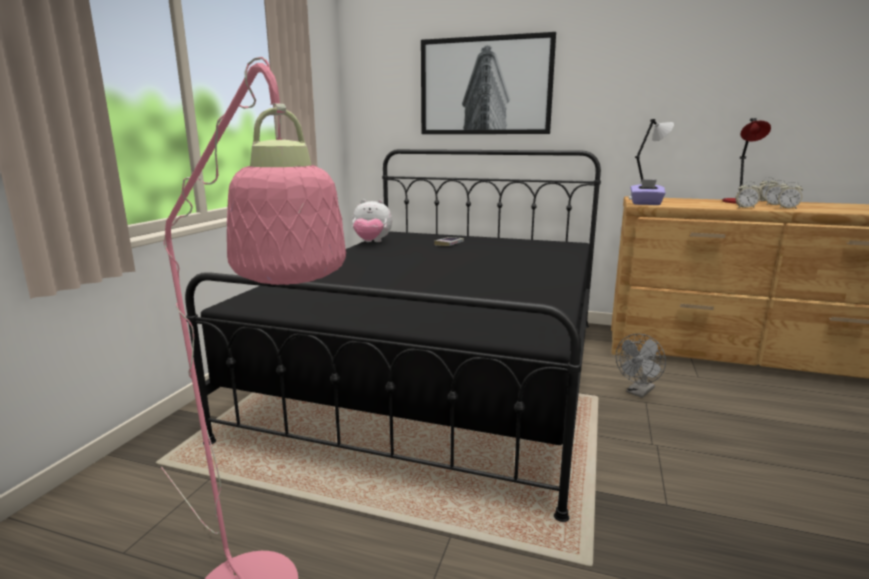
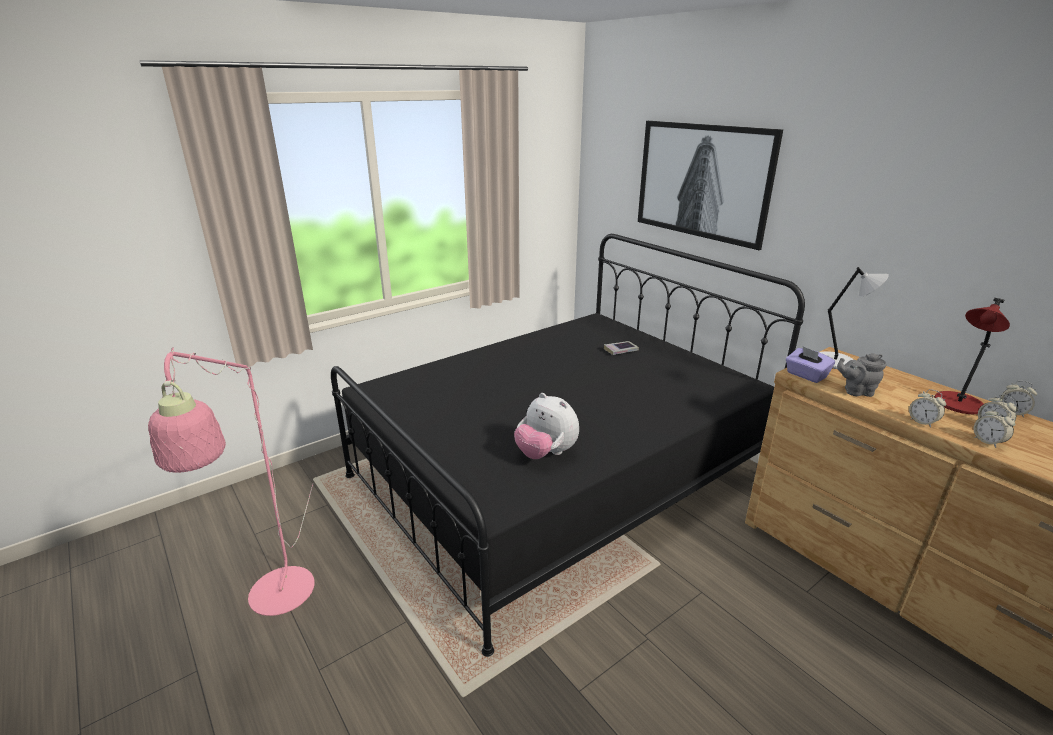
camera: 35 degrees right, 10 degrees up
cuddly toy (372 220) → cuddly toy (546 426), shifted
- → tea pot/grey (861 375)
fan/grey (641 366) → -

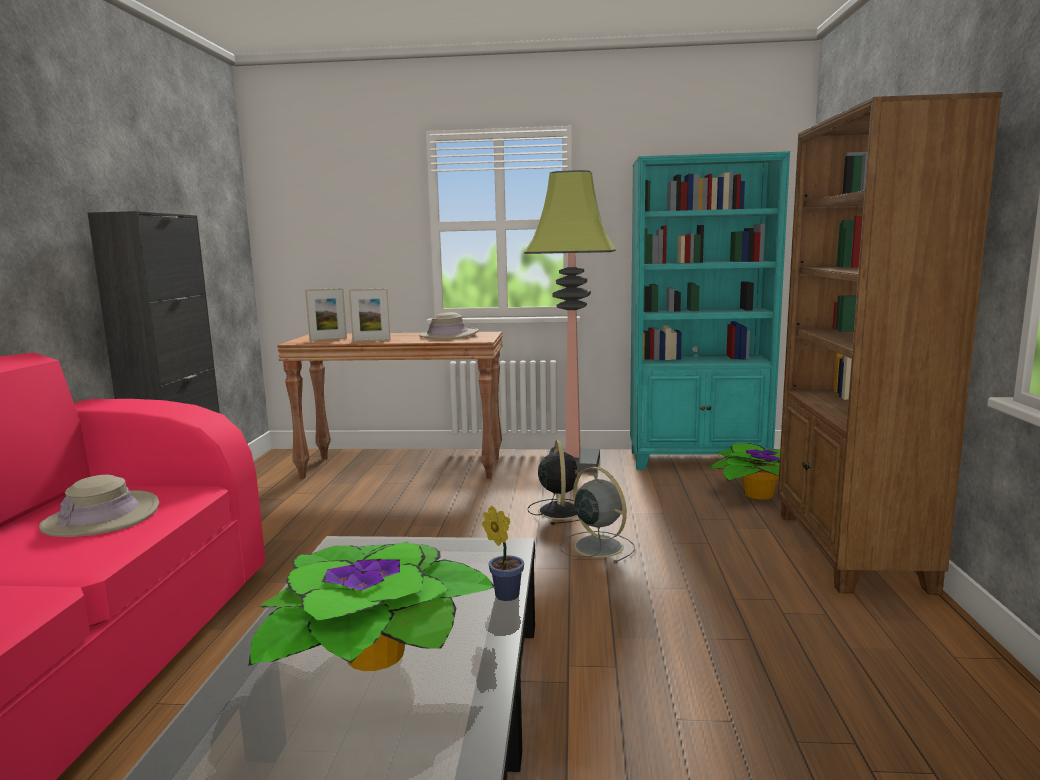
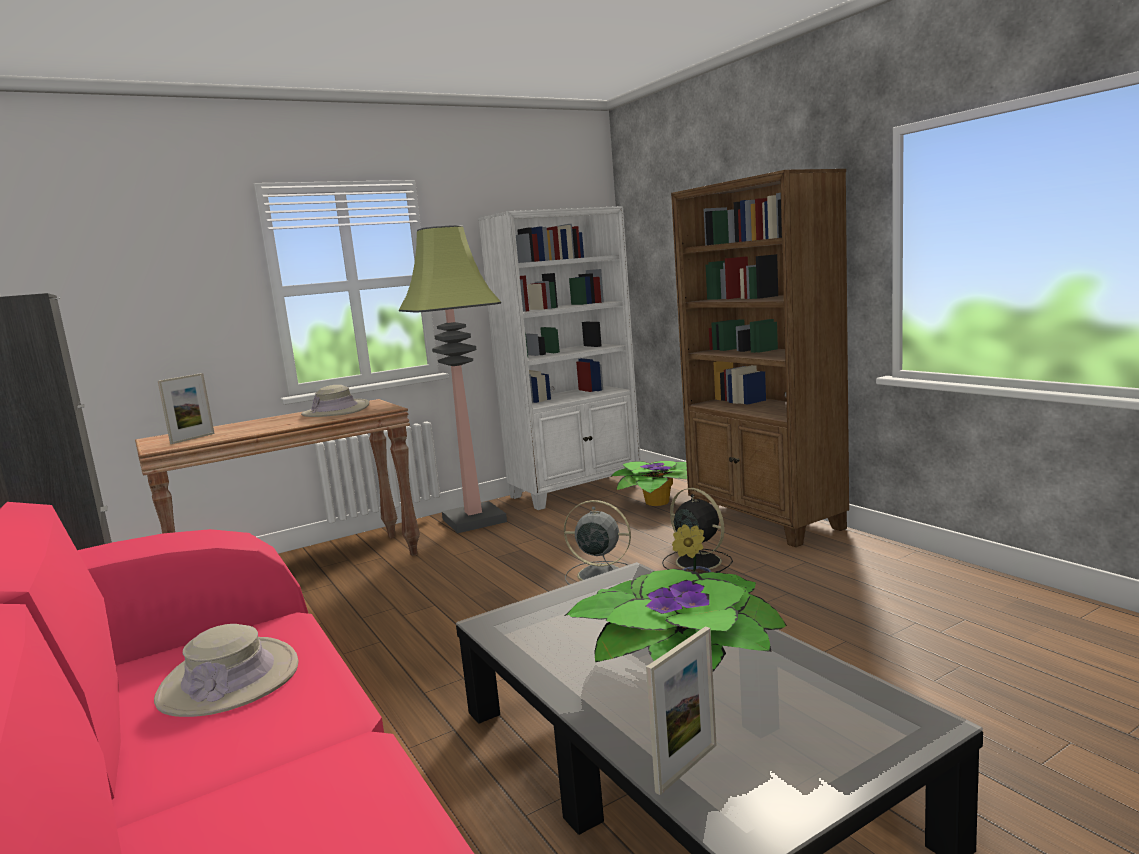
camera: 35 degrees left, 0 degrees up
bookcase/blue-green (710 310) → bookcase/whitish (559 358)
picture frame (370 315) → picture frame (681 710), shifted
fan/black-coloured (553 482) → fan/black-coloured (697 530), shifted

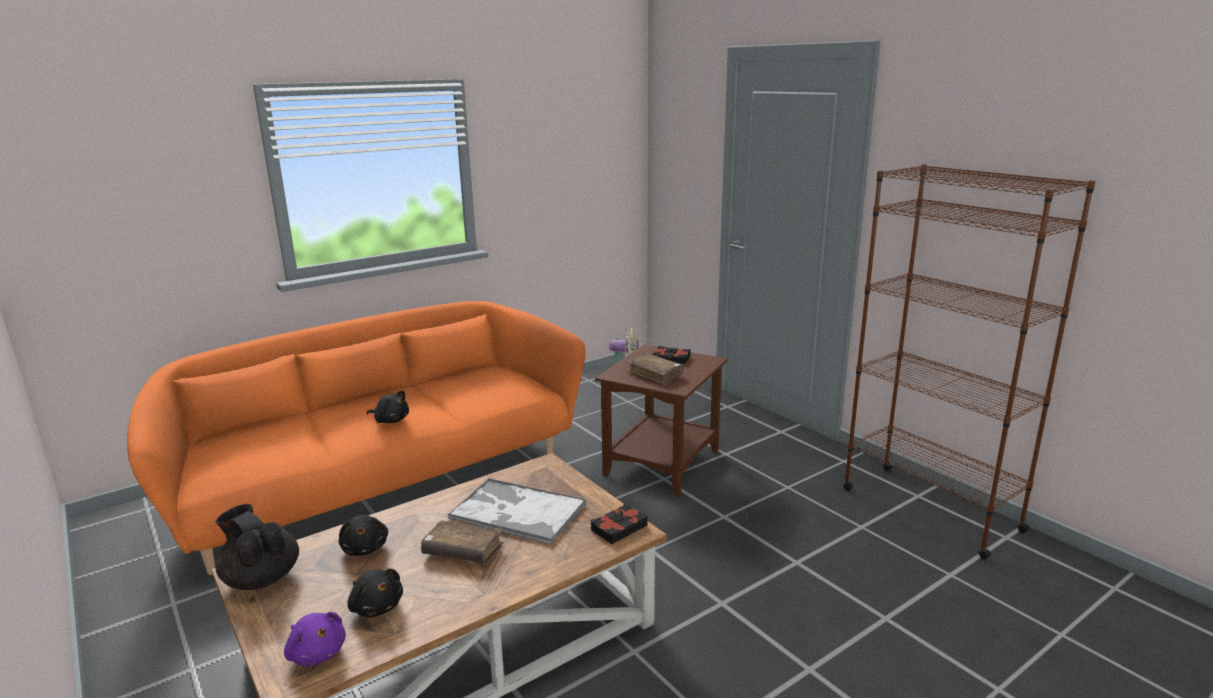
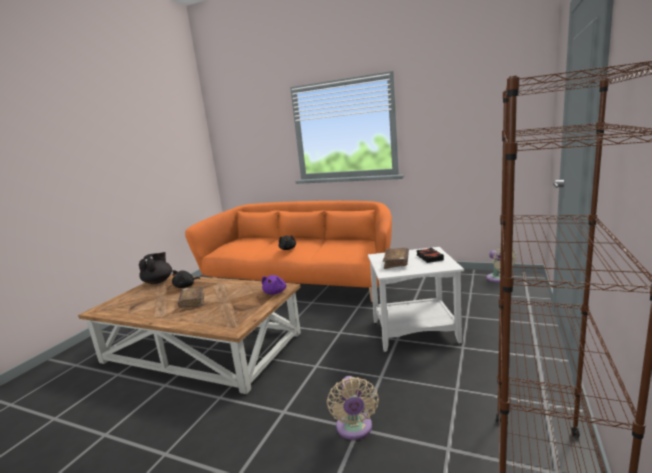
camera: 60 degrees right, 5 degrees down
cuddly toy/purplish (315 639) → cuddly toy/purplish (274 285), shifted
- → fan/sand-coloured (353 408)
side table/brown (661 420) → side table/whitish (416 299)
cuddly toy/black-coloured (375 592) → -
tray (516 511) → -
volume/black-coloured (619 523) → -

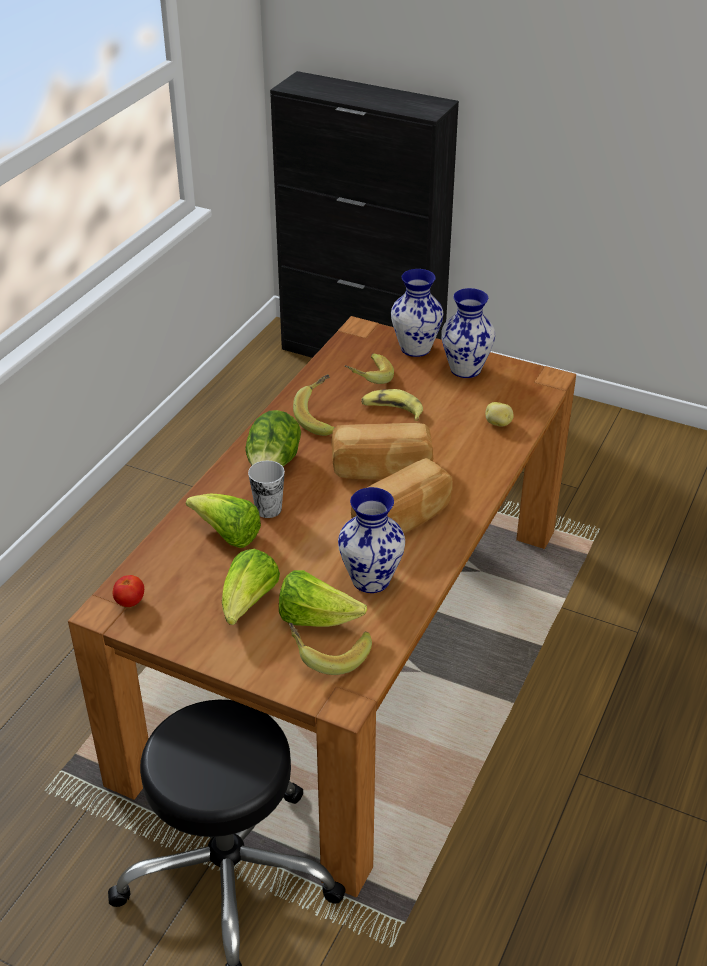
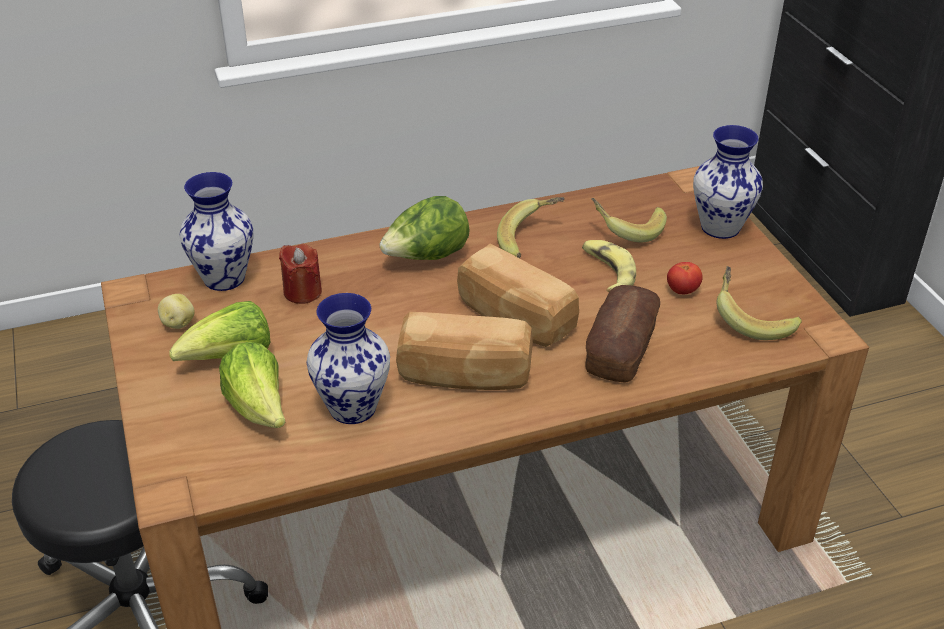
camera: 45 degrees right, 0 degrees up
spud (499 414) → spud (176 311), shifted
flower vase (468 333) → flower vase (216 231), shifted
lettuce (223 521) → candle/red-coloured (300 274)
- → baked bread (623 334)
fresh tomato (128 591) → fresh tomato (685 278), shifted
banana fruit (330 649) → banana fruit (759 303), shifted
drinking cup (266 489) → -

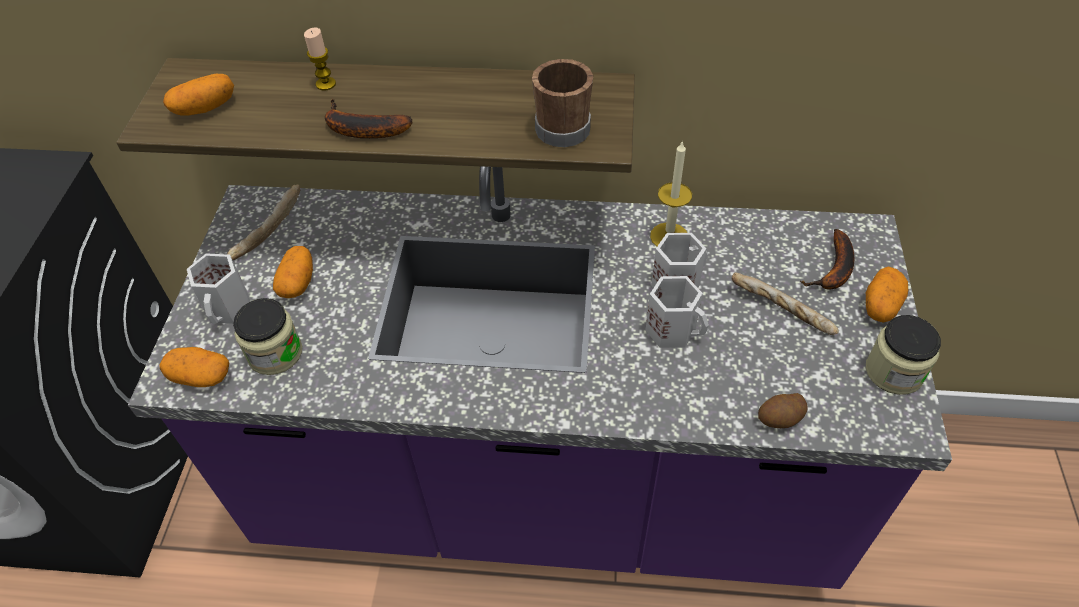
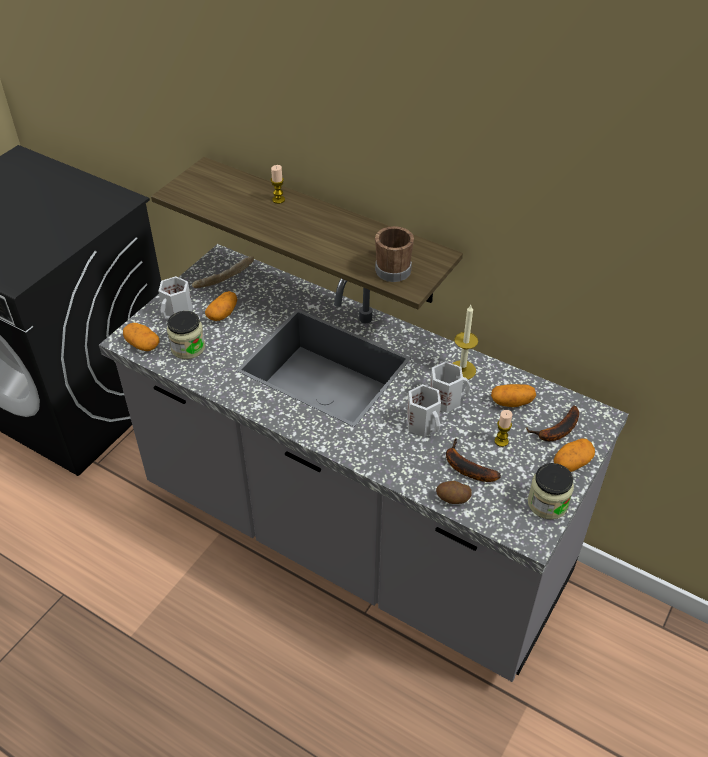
camera: 25 degrees right, 5 degrees down
kitchen counter/purplish (540 377) → kitchen counter/grey (363 463)
banana fruit (369 118) → banana fruit (473 460), shifted
spud (198 95) → spud (513 395), shifted
baked bread (785 304) → candle (503 428)

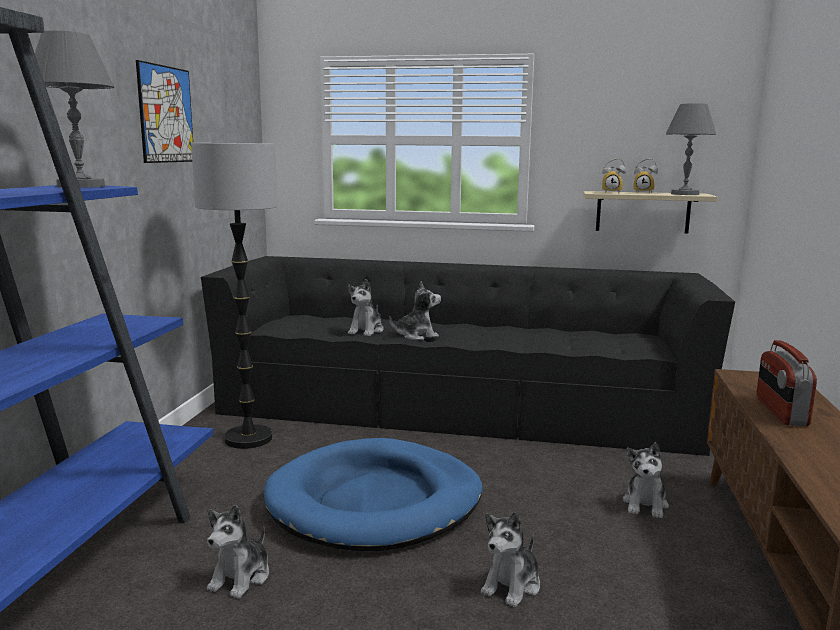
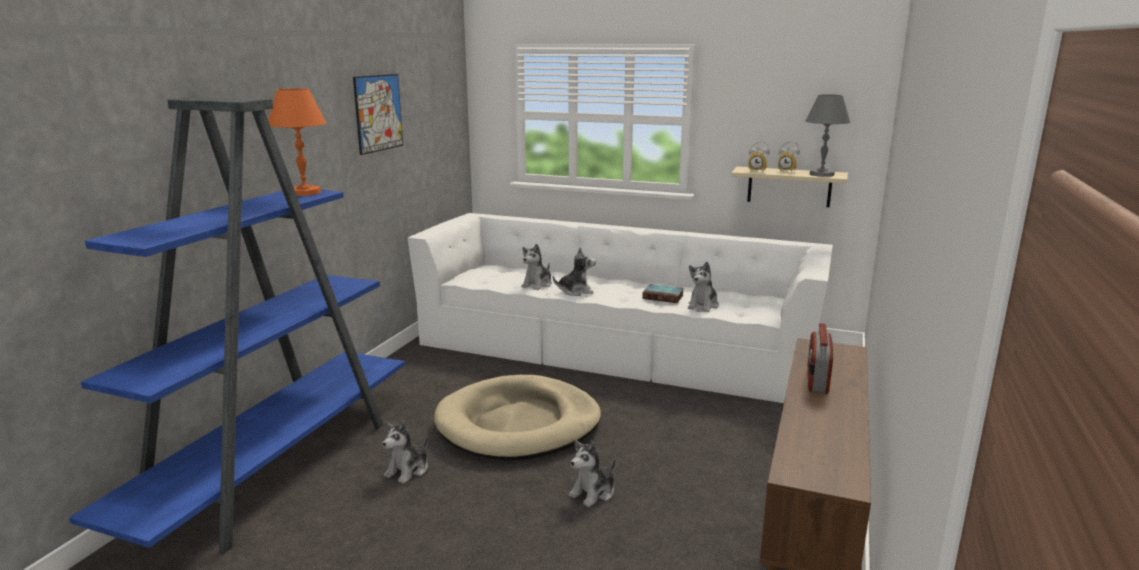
camera: 10 degrees right, 5 degrees up
lamp for a table/grey (75 109) → lamp for a table/orange (297 142)
settee/black-coloured (468 356) → settee/whitish (620 308)
pet bed/blue-coloured (373 494) → pet bed/sand-coloured (517 417)
- → volume (663 293)
cuddly toy (646 480) → cuddly toy (703 287), shifted
standard lamp (234 296) → -

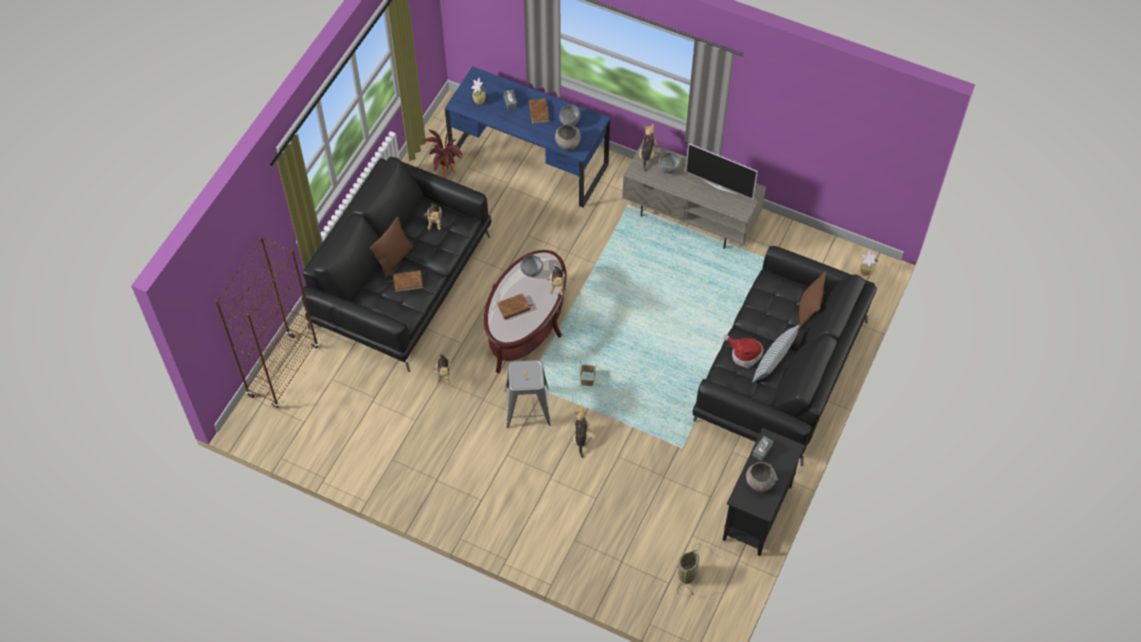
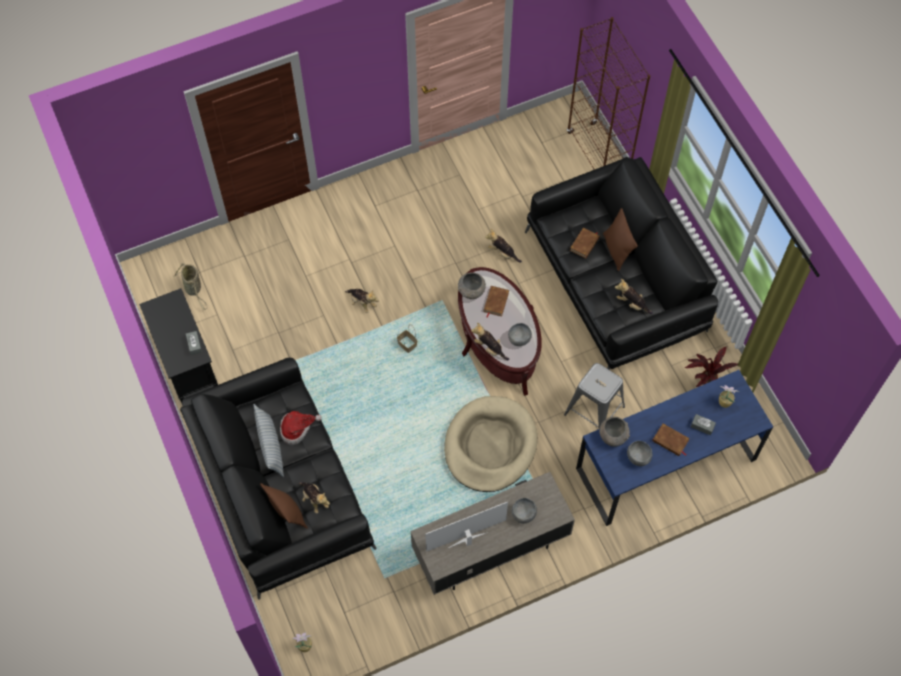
camera: 130 degrees right, 5 degrees up
cuddly toy (648 148) → cuddly toy (314 498), shifted
- → pet bed/sand-coloured (491 444)
serving bowl/grey (762 477) → serving bowl/grey (472 285), shifted
stool seat/grey (528 394) → stool seat/grey (594 396), shifted

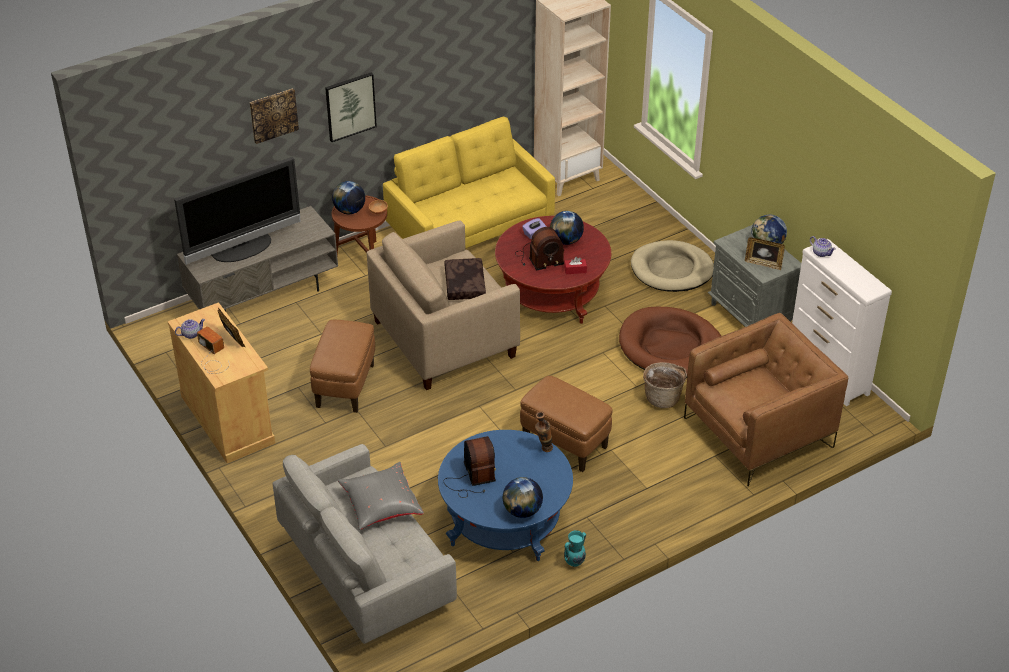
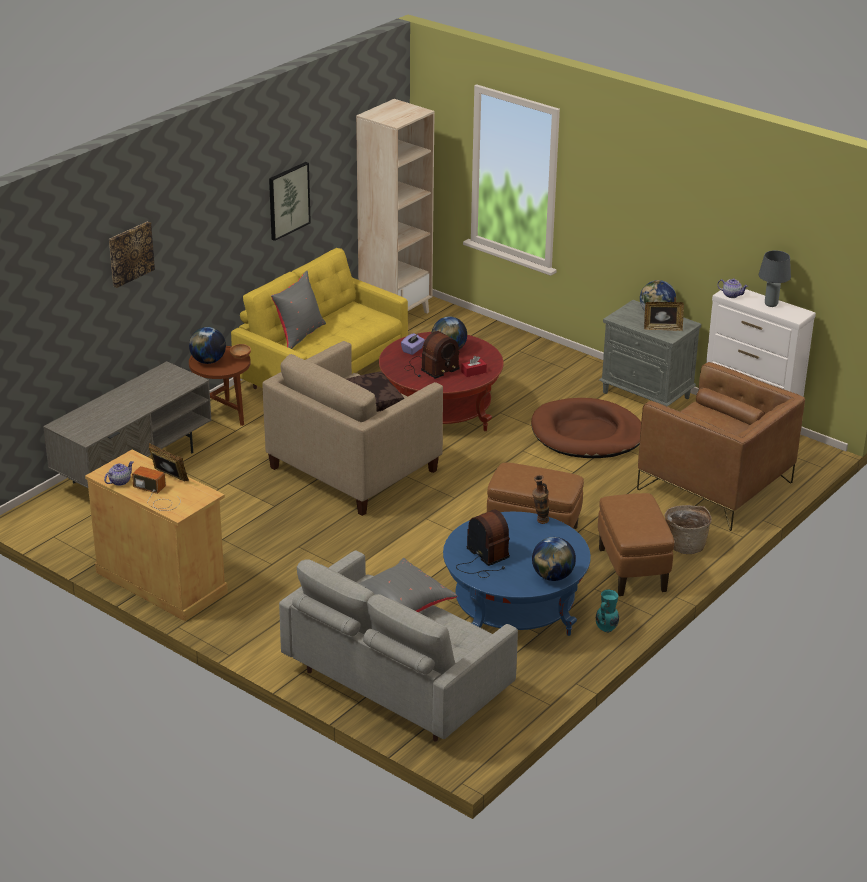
camera: 20 degrees left, 10 degrees down
wall picture (351 107) → wall picture (290 201), shifted
- → throw pillow/grey (298 309)
pouffe/brown (342 366) → pouffe/brown (636 544), shifted
easy chair/brown (766 399) → easy chair/brown (721 446), 90 degrees clockwise
storage basket (665 385) → storage basket (688 529), shifted
- → lamp for a table/grey (775 278)
TV set (237 211) → -
pet bed/sand-coloured (672 266) → -

